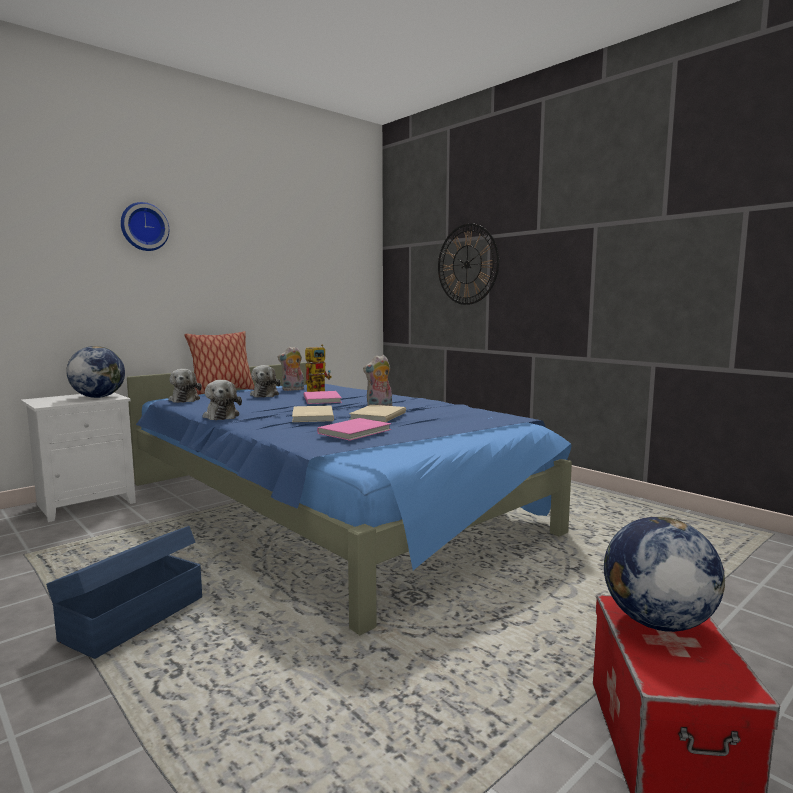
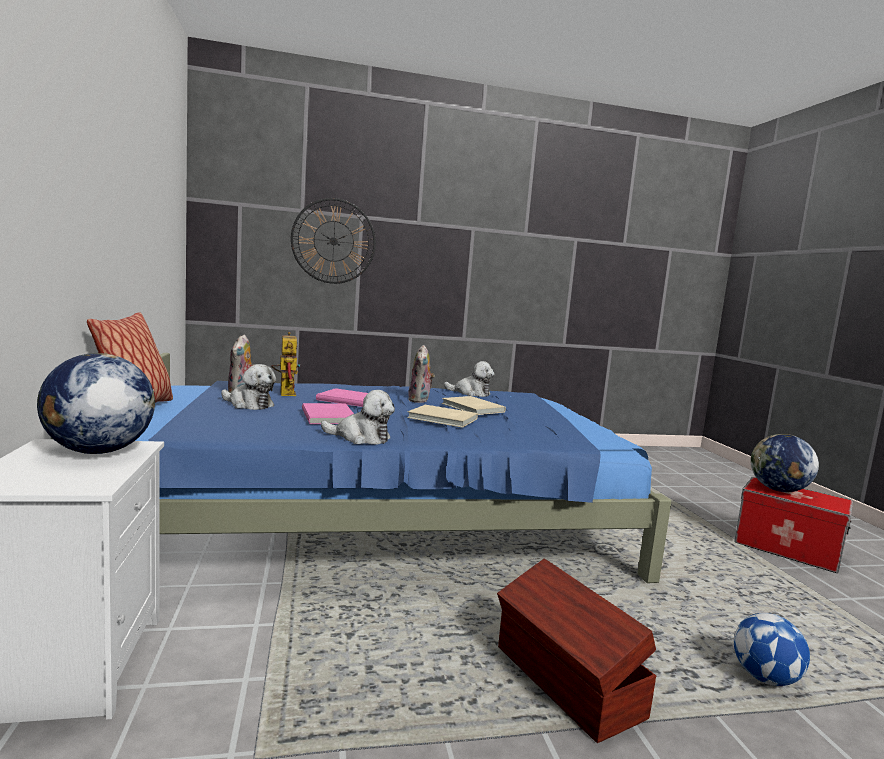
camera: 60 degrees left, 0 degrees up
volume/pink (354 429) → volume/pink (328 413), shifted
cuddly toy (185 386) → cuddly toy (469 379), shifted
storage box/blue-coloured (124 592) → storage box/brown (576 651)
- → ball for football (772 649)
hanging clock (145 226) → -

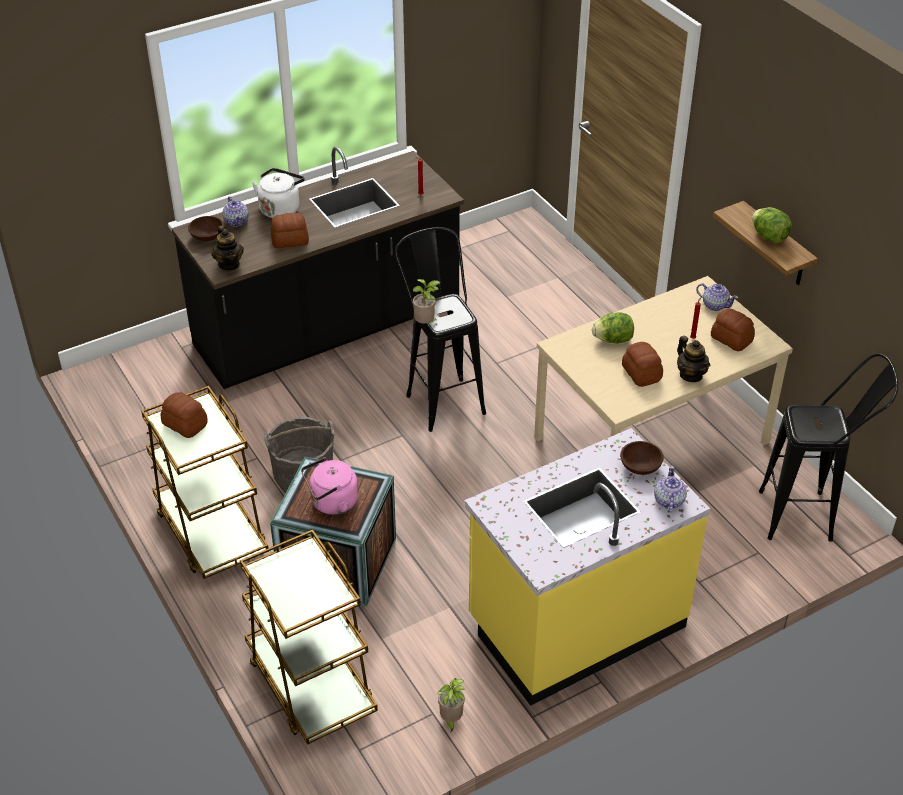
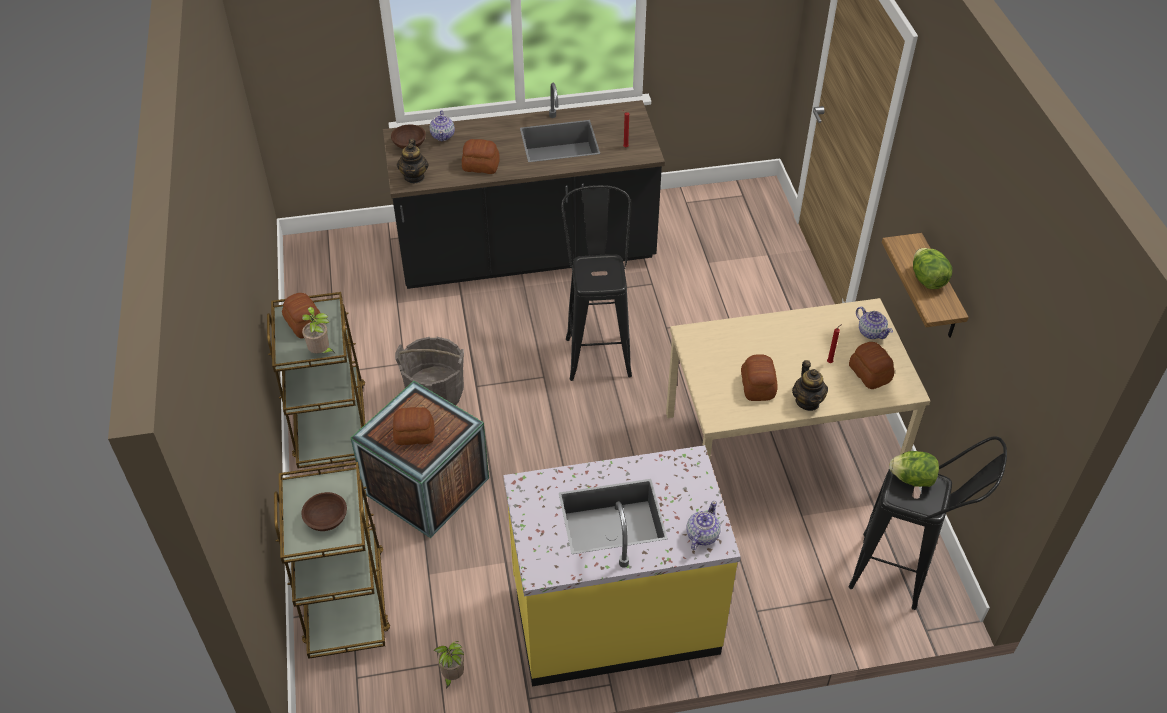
camera: 20 degrees right, 5 degrees up
serving bowl/brown (642 458) → serving bowl/brown (324 511), shifted
houseplant (426 301) → houseplant (318 330), shifted
water kettle/pink (329 486) → baked bread (414 426)
lettuce (613 328) → lettuce (914 469), shifted
water kettle/whitish (278 193) → -

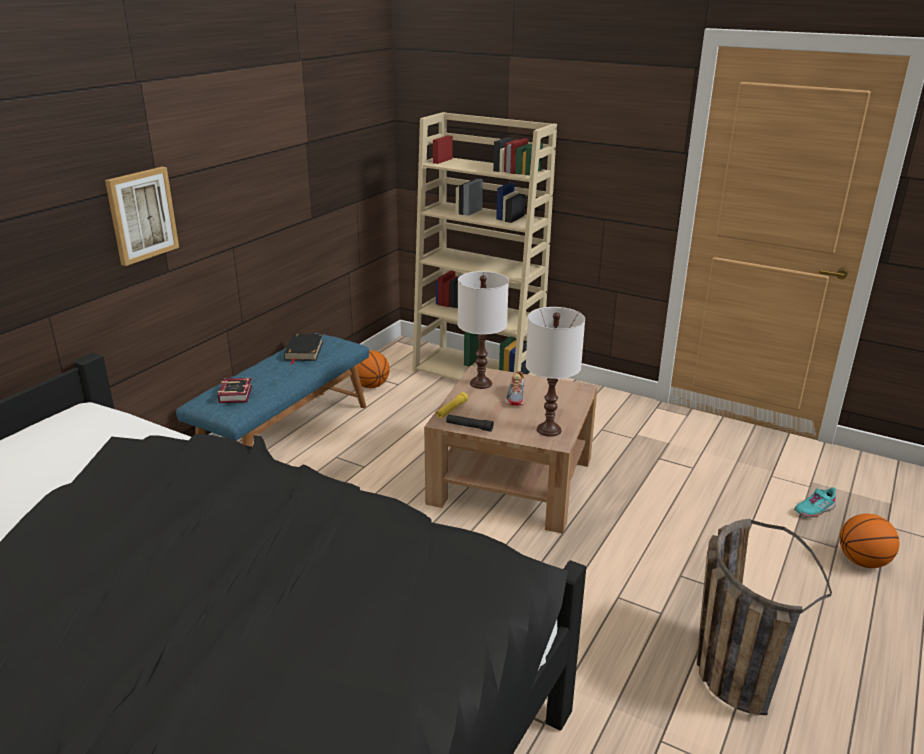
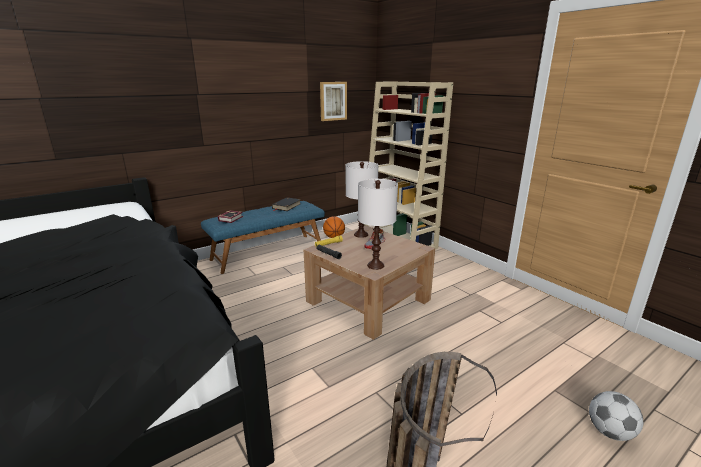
camera: 25 degrees right, 5 degrees down
wall picture (142 216) → wall picture (333 101), shifted
basketball (869 541) → ball for football (616 416)
shoe/blue-green (815 502) → -

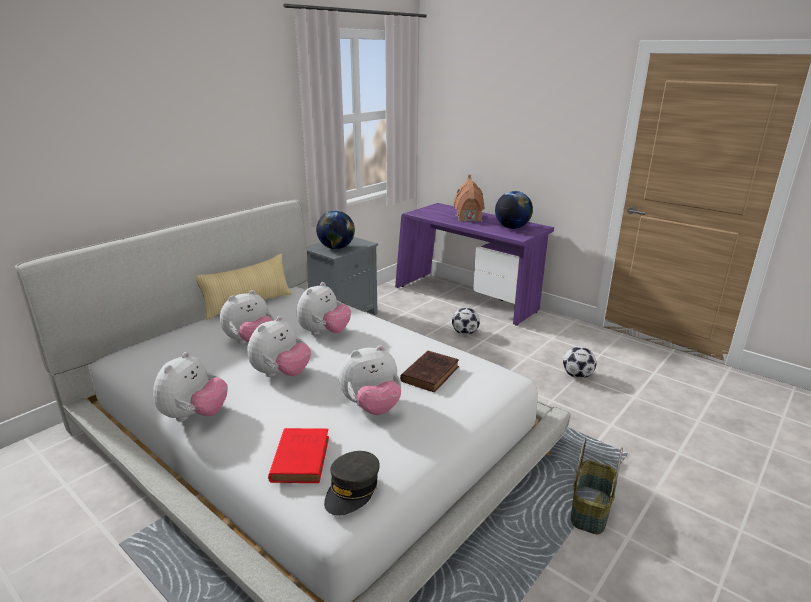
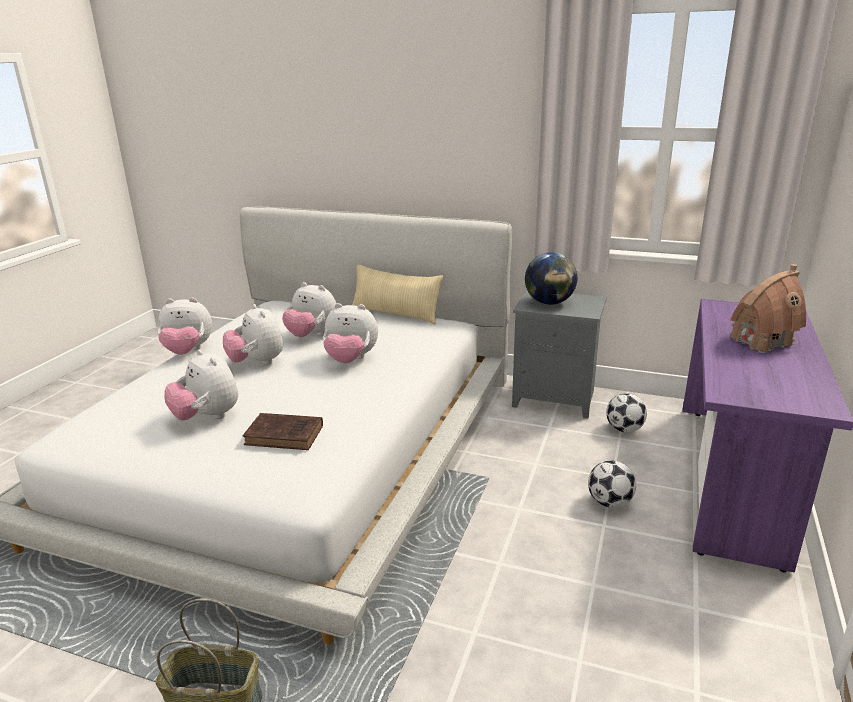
camera: 70 degrees right, 0 degrees up
cuddly toy (279 346) → cuddly toy (253 334), 45 degrees clockwise
ball for football (579 362) → ball for football (626 413), shifted
volume/red-coloured (298 455) → -
peaked cap/grey (352 483) → -
desk globe (514 210) → -

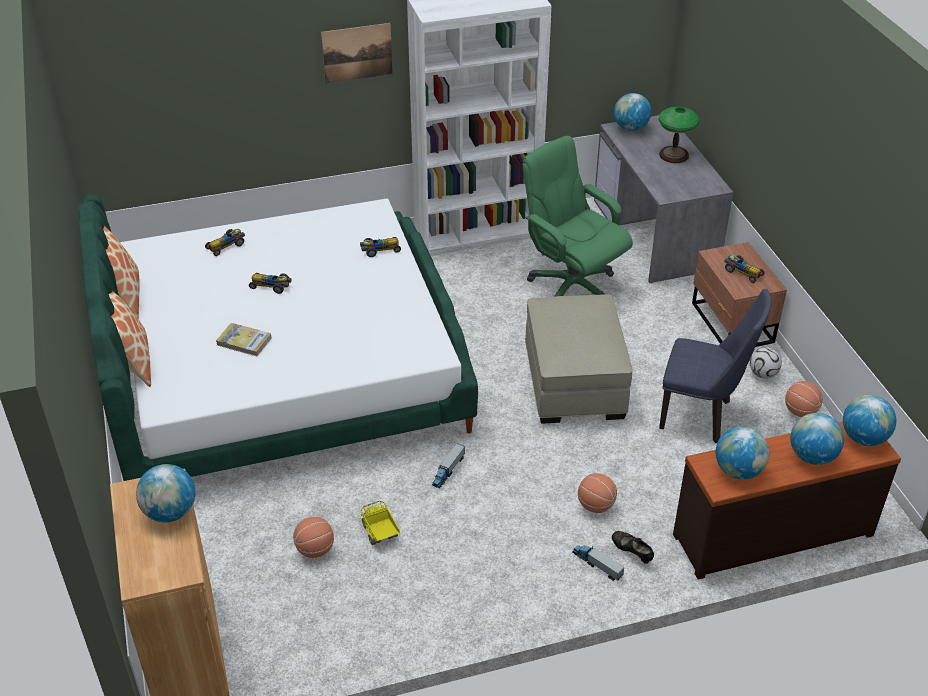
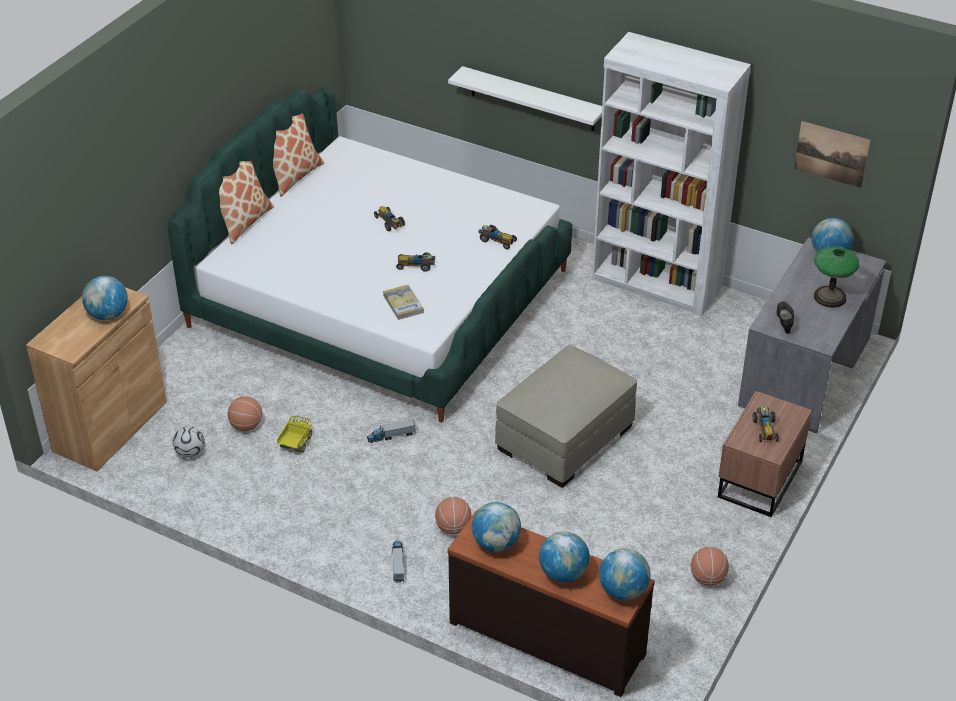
camera: 45 degrees right, 0 degrees up
ball for football (766 363) → ball for football (189 442), shifted
volume (244 339) → volume (403 302), shifted
miniature car (225 242) → miniature car (415 262), shifted
- → wall shelf/whitish (525 98)
shoe/black-coloured (633 547) → shoe/black-coloured (785 317), shifted
wall picture (357 53) → wall picture (832 154), shifted
office chair/green-coloured (577 216) → -
chair/blue-coloured (715 366) → -

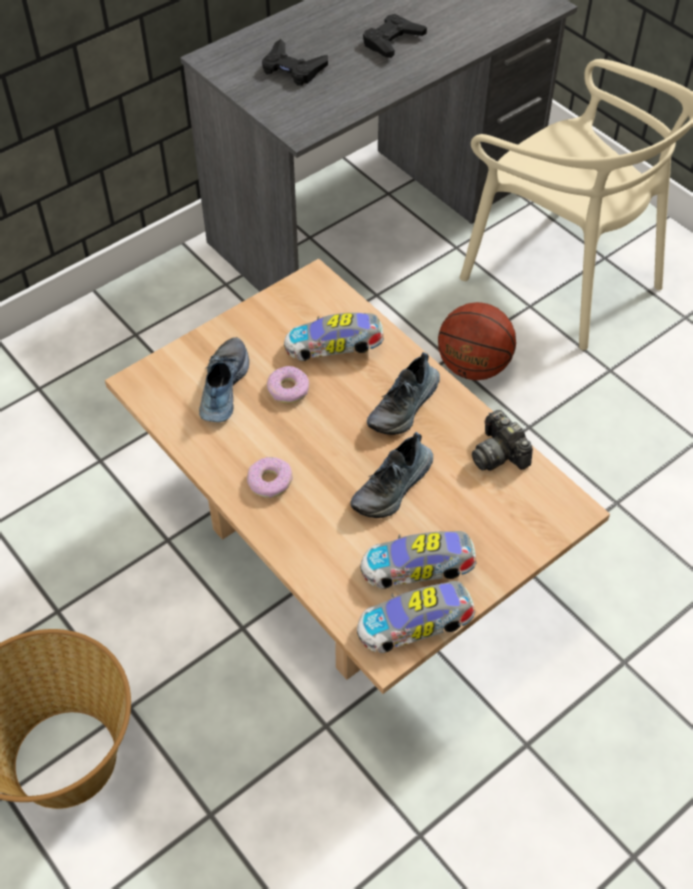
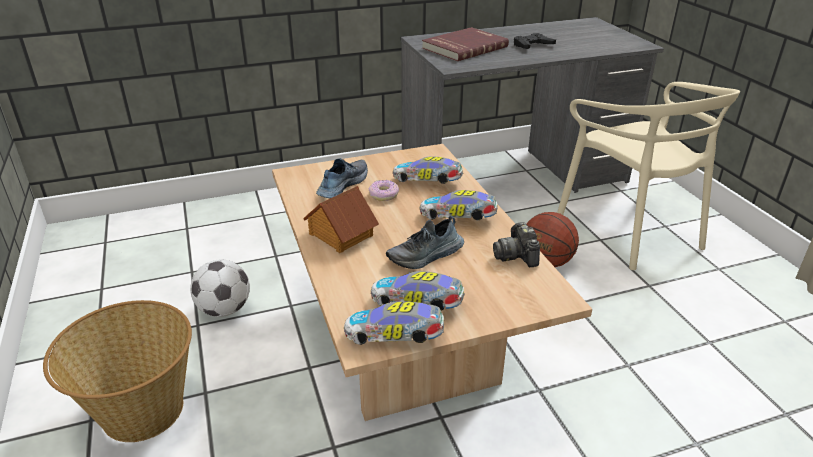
camera: 20 degrees right, 20 degrees down
- → ball for football (220 288)
doughnut (270 477) → model house (341 219)
shoe (403 393) → miniature car (459 205)
game controller/black-coloured (295 62) → volume/red-coloured (465 44)

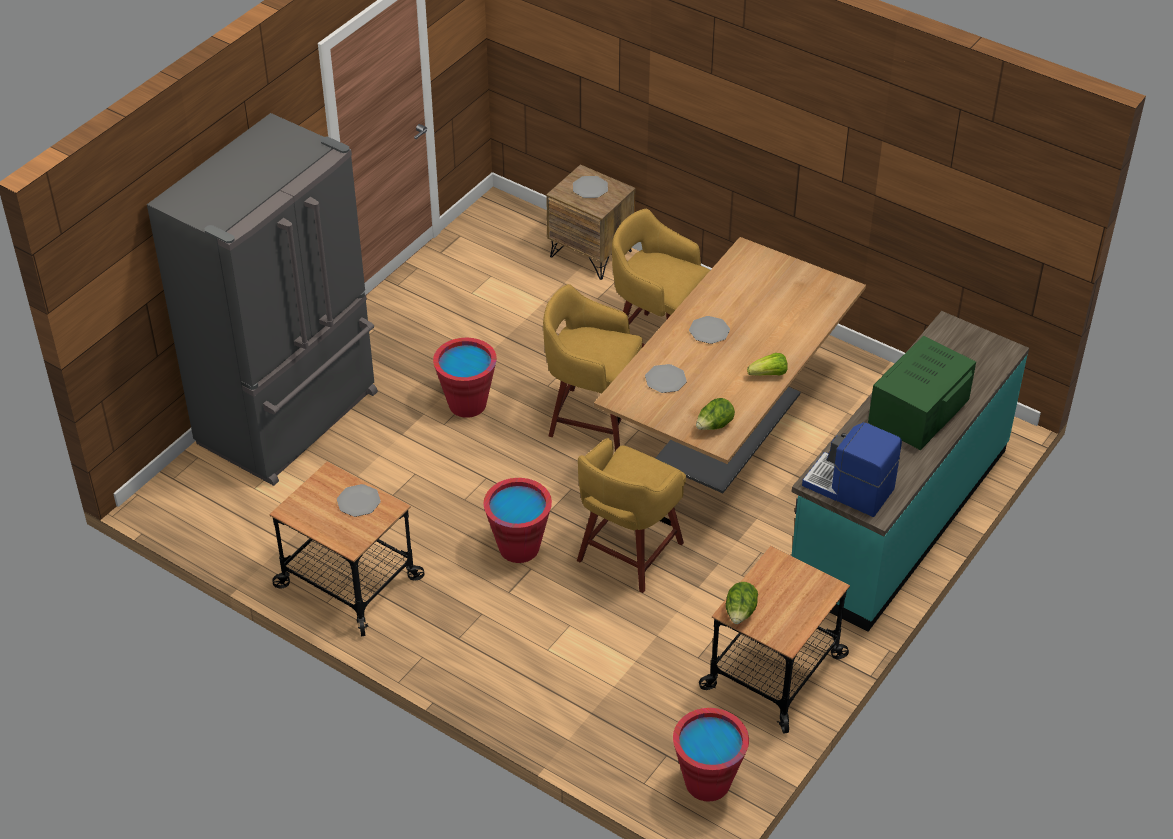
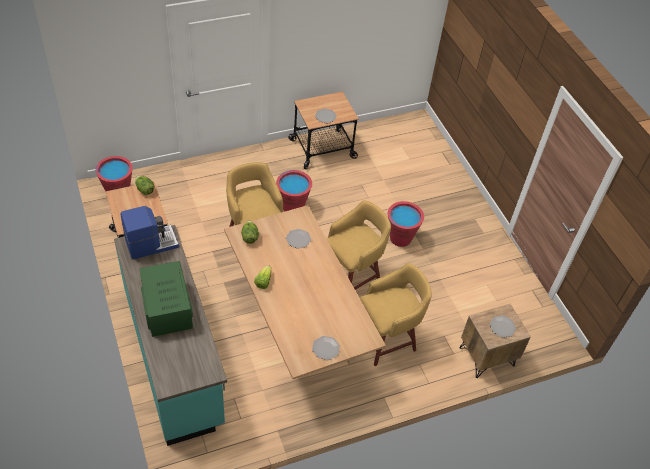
camera: 120 degrees right, 5 degrees up
flat dish (709 330) → flat dish (326 348), shifted
refrigerator/grey (262 299) → -

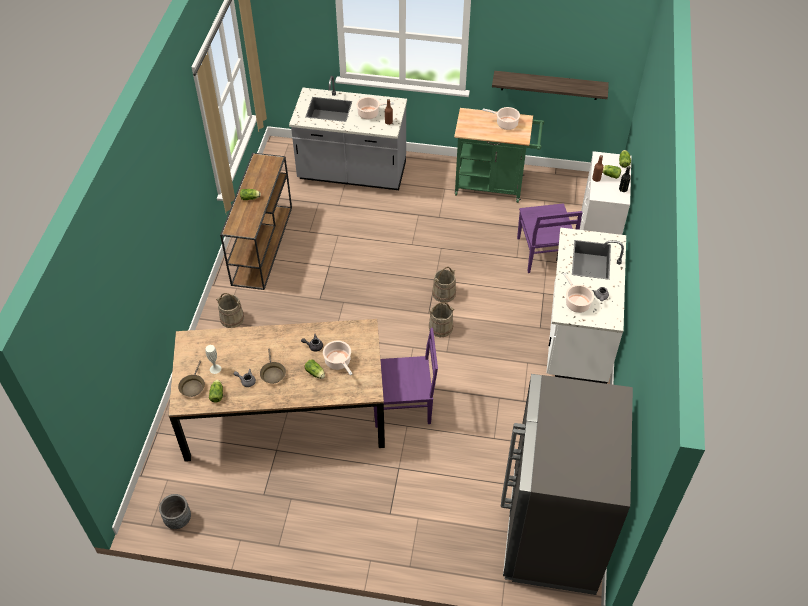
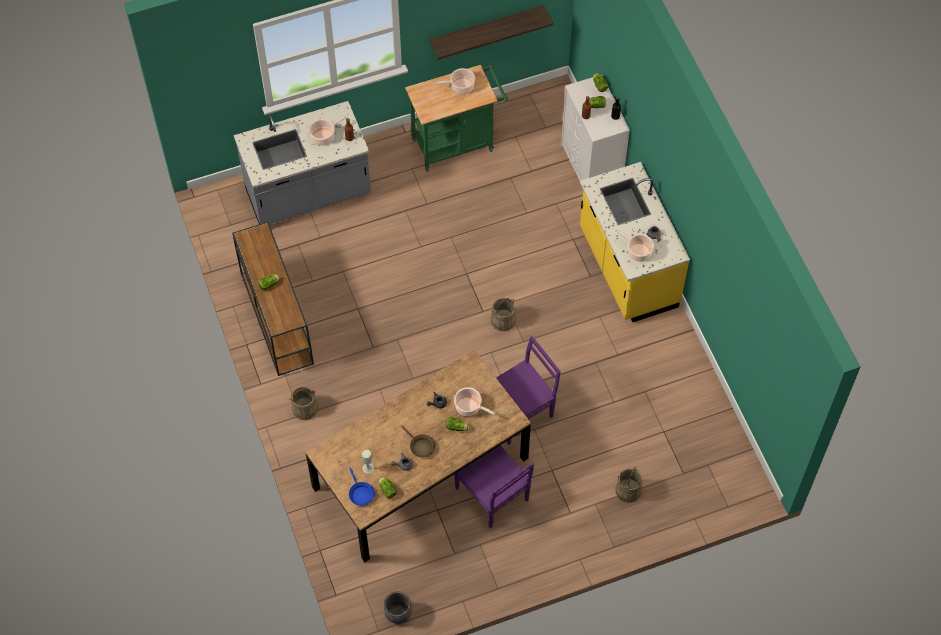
camera: 30 degrees left, 10 degrees up
pan/brown (191 378) → pan/blue-coloured (362 486)
chair/purplish (550 238) → chair/purplish (494 487), shifted
kitchen counter/whitish (586 305) → kitchen counter/yellow-coloured (635 242)
bucket/sand-coloured (444 285) → bucket/sand-coloured (629 484), shifted
refrigerator/grey (567 484) → -

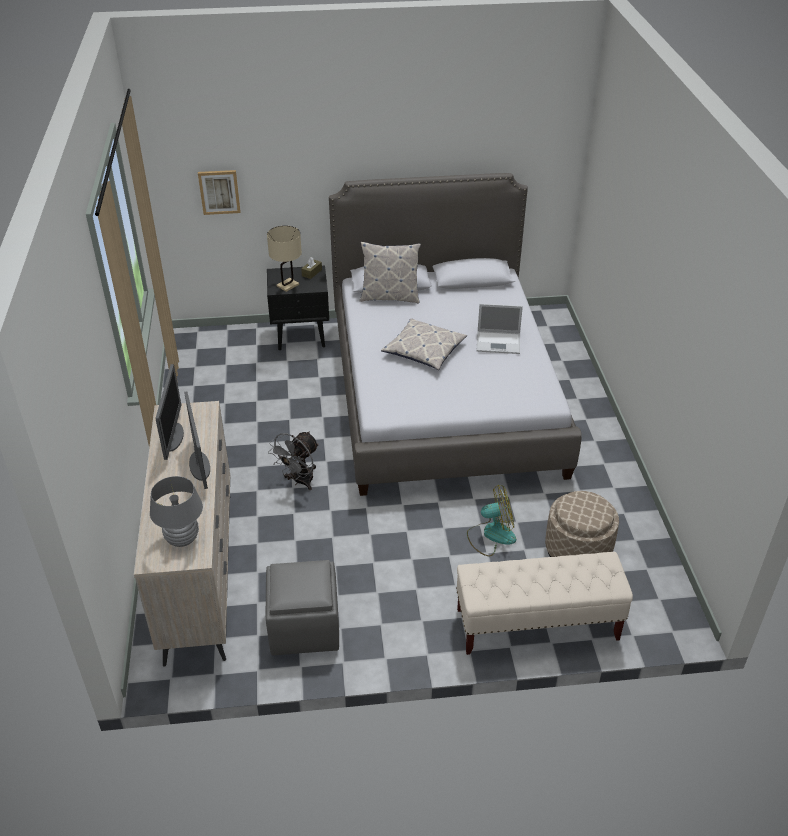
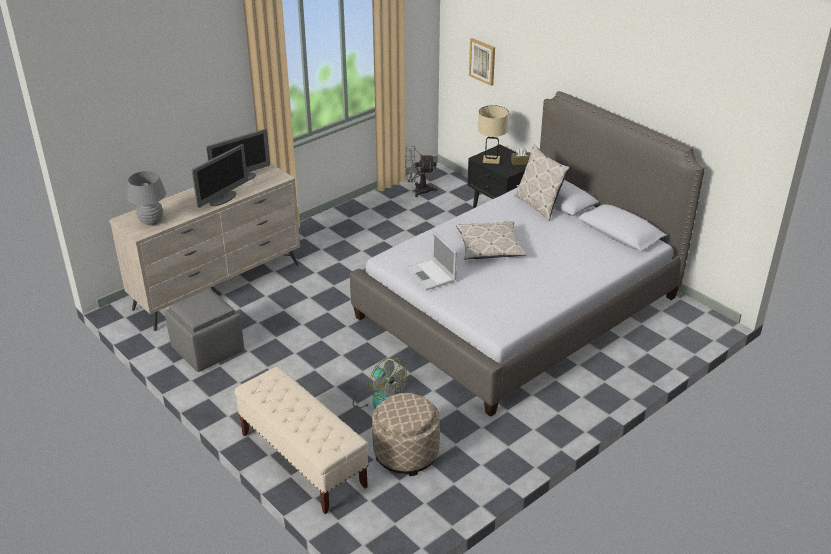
camera: 55 degrees right, 5 degrees down
fan/grey (293 460) → fan/grey (421 171), shifted
laptop (500 329) → laptop (431 261), shifted

